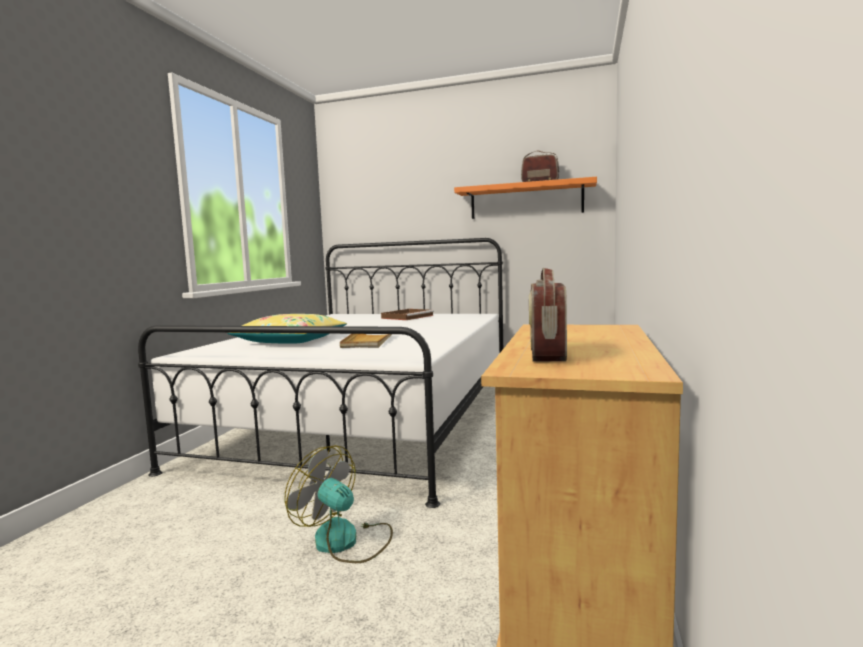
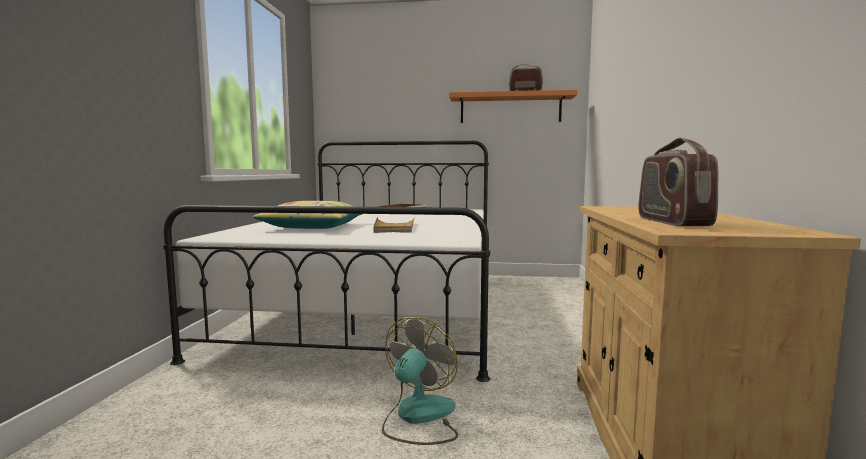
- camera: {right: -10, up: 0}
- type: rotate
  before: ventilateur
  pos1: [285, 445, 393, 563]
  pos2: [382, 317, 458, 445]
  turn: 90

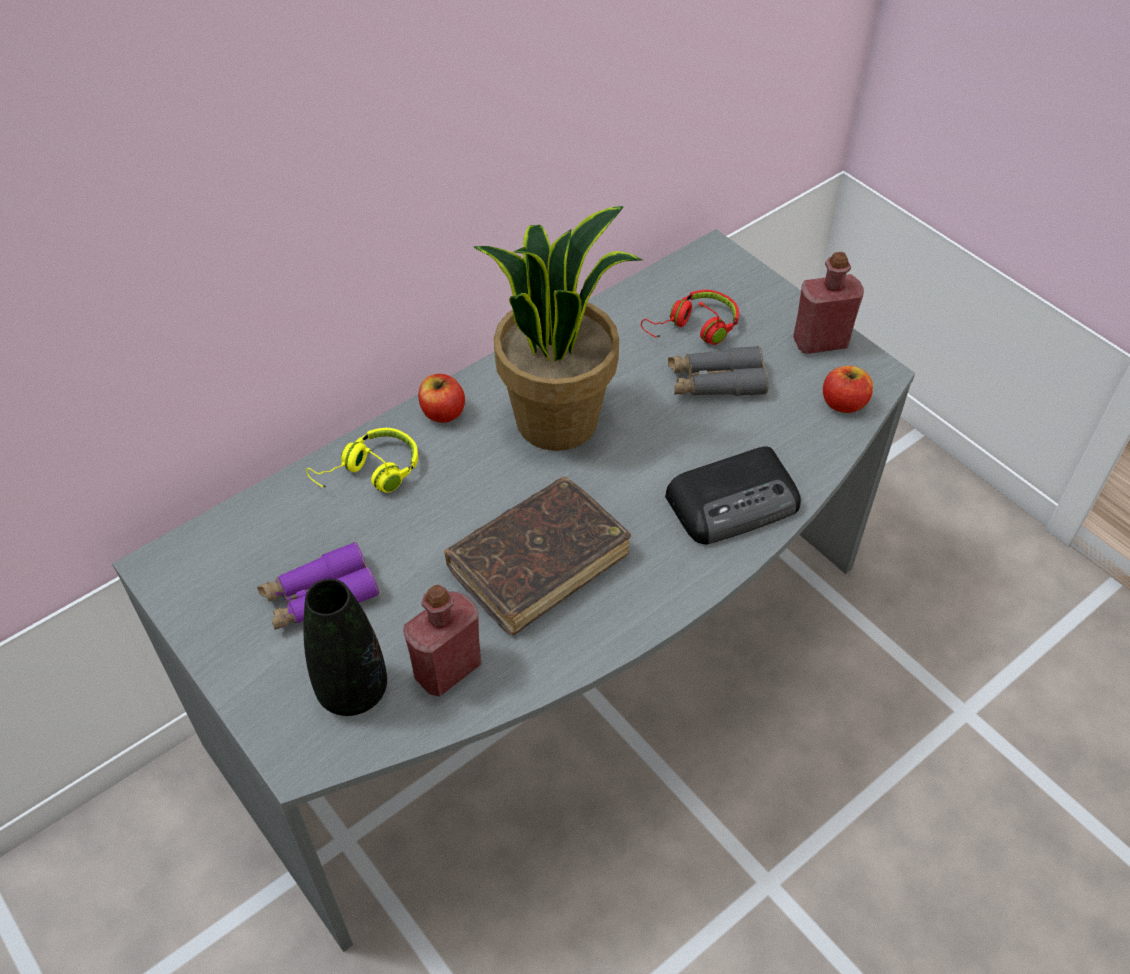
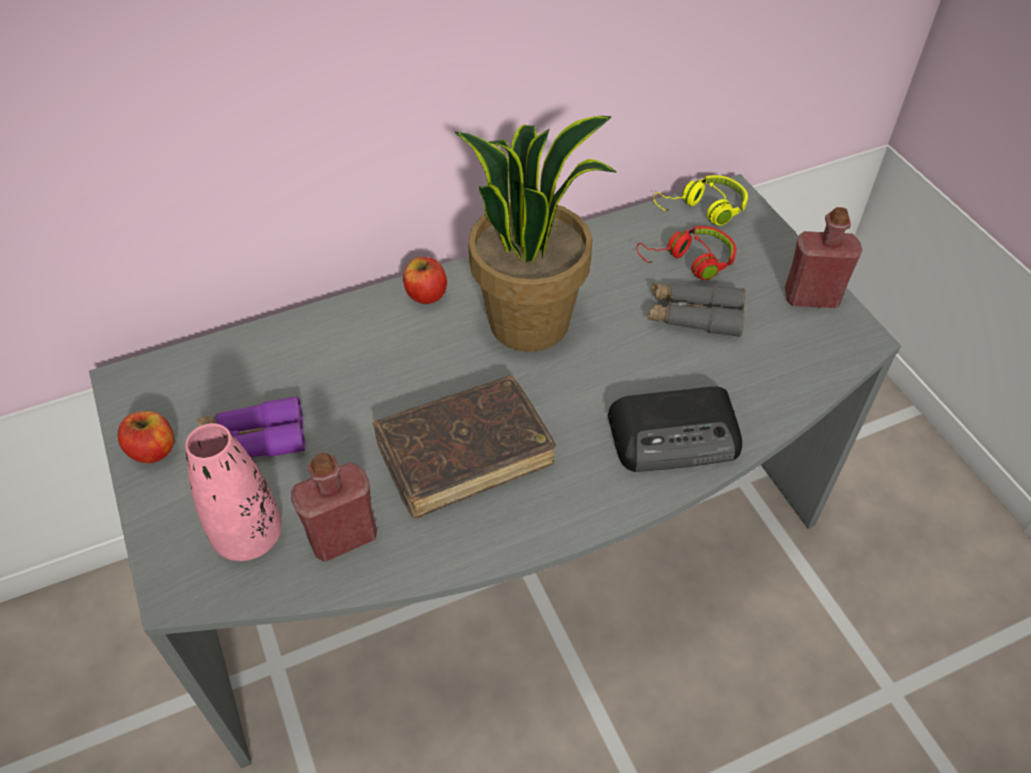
- camera: {right: 15, up: 0}
- type: move
  before: pomme
  pos1: [823, 366, 873, 413]
  pos2: [118, 411, 174, 463]
- type: move
  before: casque audio [jaune]
  pos1: [306, 428, 418, 493]
  pos2: [653, 175, 748, 225]
- type: recolor
  before: vase [noir]
  after: vase [rose]
  pos1: [303, 579, 387, 716]
  pos2: [185, 423, 282, 561]

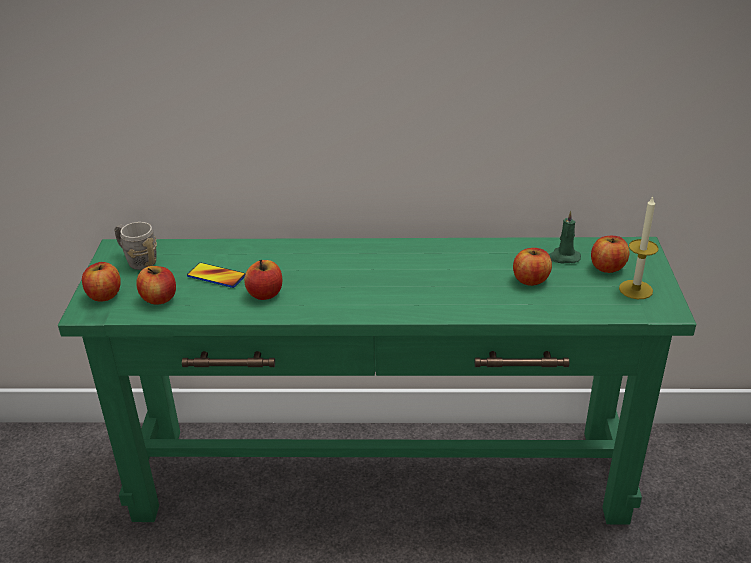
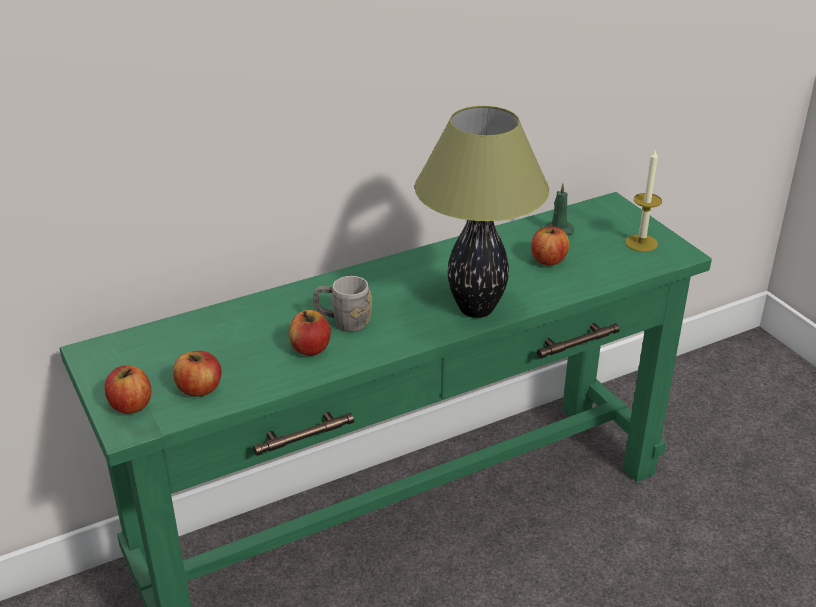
- camera: {right: -30, up: 0}
- type: move
  before: mug [gris]
  pos1: [115, 222, 157, 270]
  pos2: [313, 276, 372, 332]
- type: delete
  before: pomme
  pos1: [591, 236, 629, 273]
- type: delete
  before: téléphone
  pos1: [187, 263, 246, 288]
- type: insert
  after: lampe de table
  pos2: [415, 106, 549, 318]

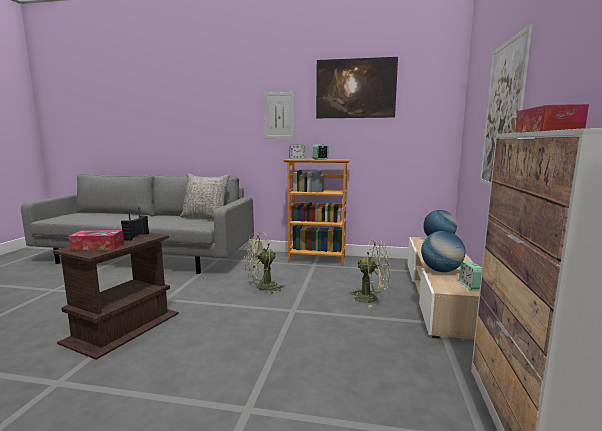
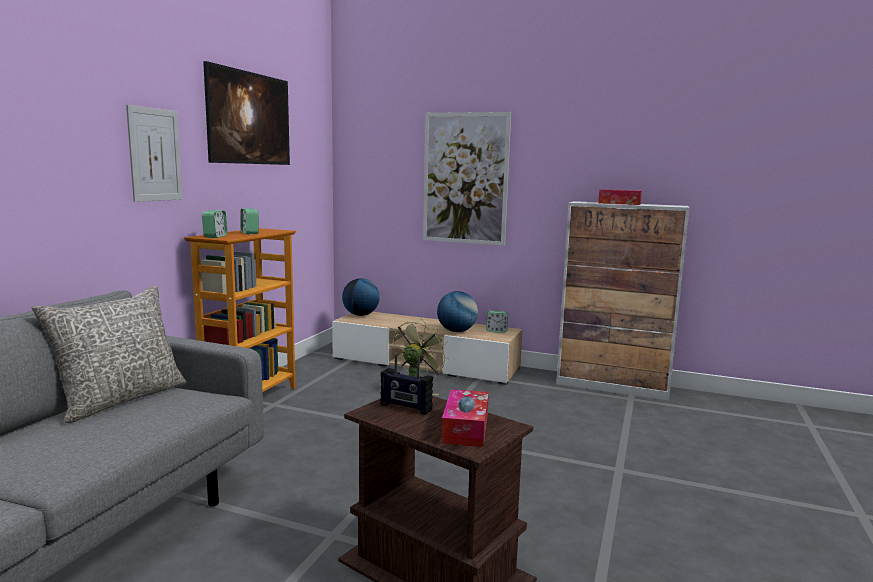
- camera: {right: -80, up: 0}
- type: delete
  before: ventilateur [vert]
  pos1: [245, 232, 282, 294]

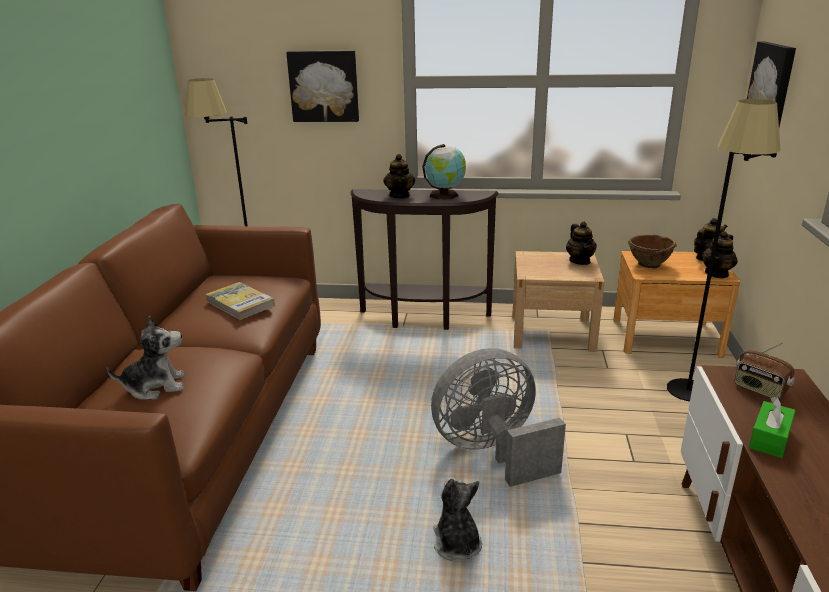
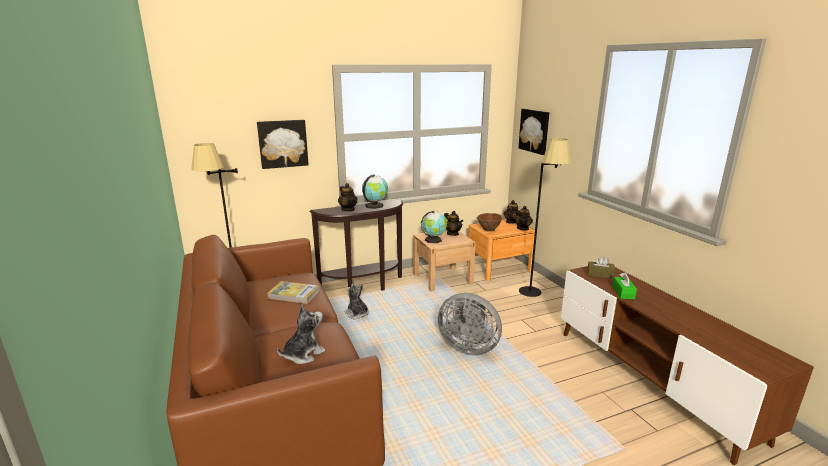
- camera: {right: -30, up: -5}
- type: replace
  before: radio
  after: boîte à mouchoirs [marron]
  pos1: [735, 343, 795, 399]
  pos2: [587, 256, 615, 279]
- type: rotate
  before: ventilateur [gris]
  pos1: [431, 348, 566, 487]
  pos2: [437, 293, 502, 356]
  turn: -105
- type: move
  before: peluche
  pos1: [433, 477, 482, 561]
  pos2: [344, 284, 368, 320]
- type: insert
  after: globe
  pos2: [421, 211, 447, 243]

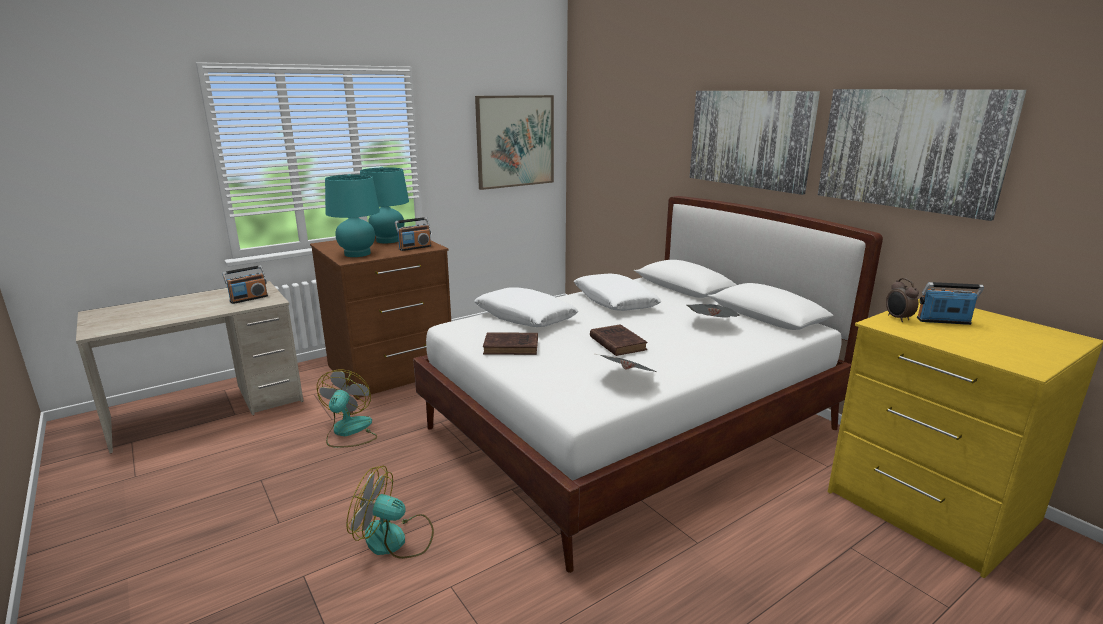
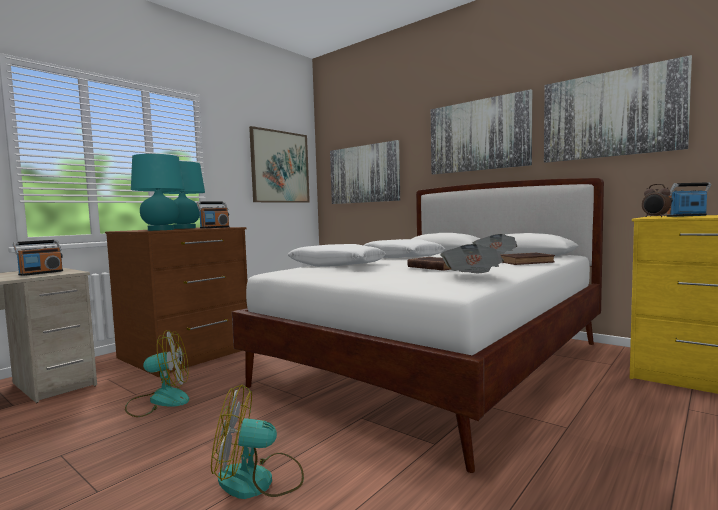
- camera: {right: -15, up: -15}
- type: move
  before: livre [marron]
  pos1: [483, 332, 538, 355]
  pos2: [501, 253, 555, 265]
- type: rotate
  before: ventilateur
  pos1: [317, 370, 377, 448]
  pos2: [125, 330, 189, 417]
  turn: 90
- type: insert
  after: tableau
  pos2: [330, 140, 400, 204]

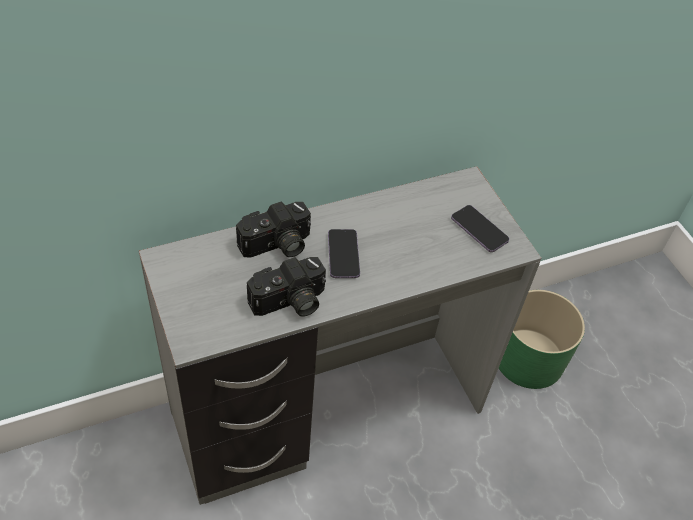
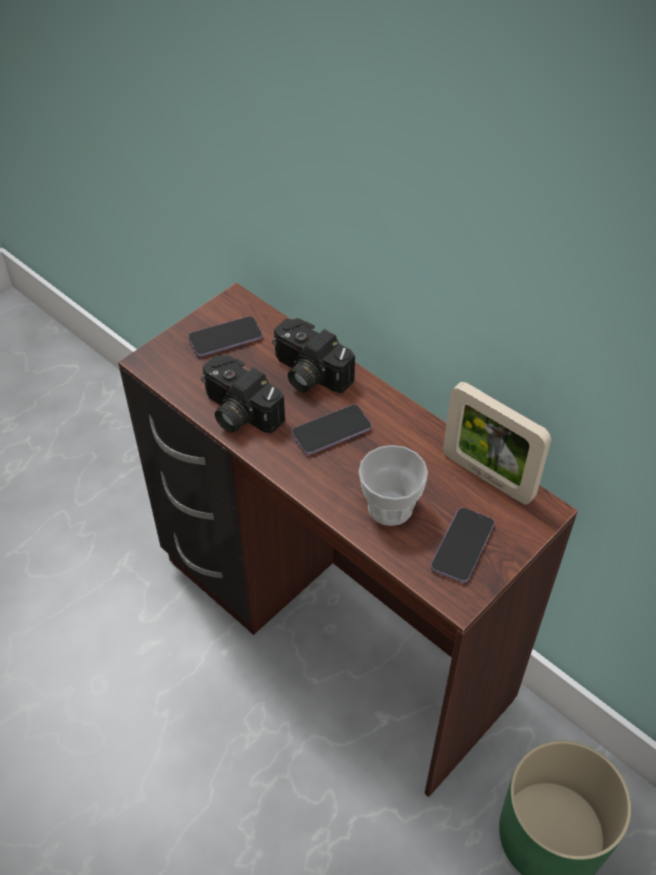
- camera: {right: 70, up: 0}
- type: recolor
  before: bureau [gris]
  after: bureau [marron]
  pos1: [139, 166, 541, 505]
  pos2: [118, 283, 578, 797]
- type: insert
  after: téléphone
  pos2: [188, 316, 263, 357]
- type: insert
  after: cadre photo
  pos2: [443, 382, 551, 504]
- type: insert
  after: tasse
  pos2: [359, 445, 428, 526]

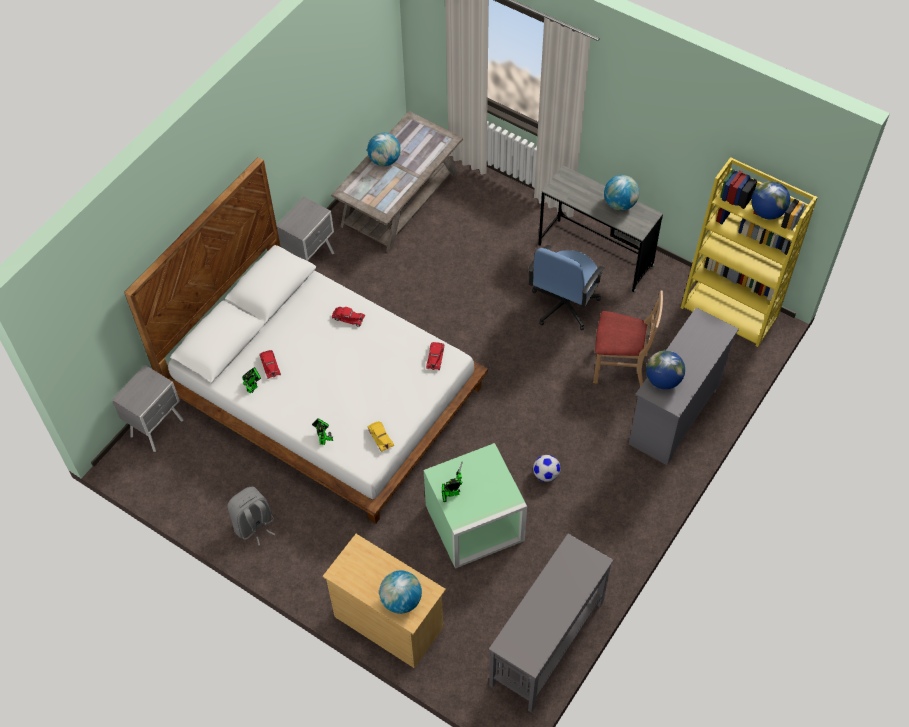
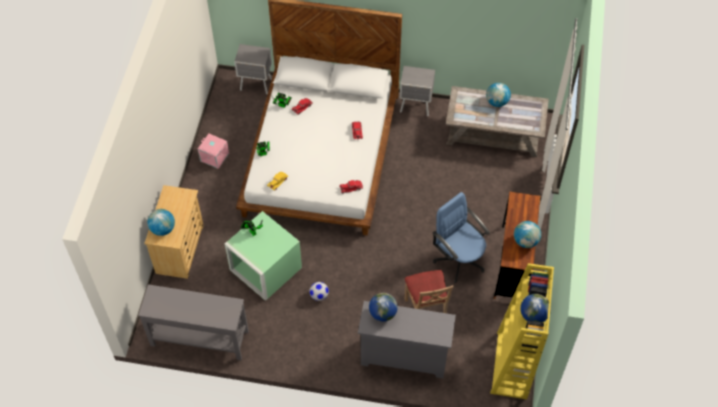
- camera: {right: 65, up: 0}
- type: recolor
  before: bureau [gris]
  after: bureau [marron]
  pos1: [538, 165, 663, 293]
  pos2: [494, 192, 540, 299]
- type: rotate
  before: chaise de bureau [bleu]
  pos1: [528, 245, 605, 330]
  pos2: [433, 192, 490, 283]
  turn: 45
- type: replace
  before: sac à dos [gris]
  after: boîte de rangement [rose]
  pos1: [227, 487, 275, 546]
  pos2: [198, 134, 229, 169]

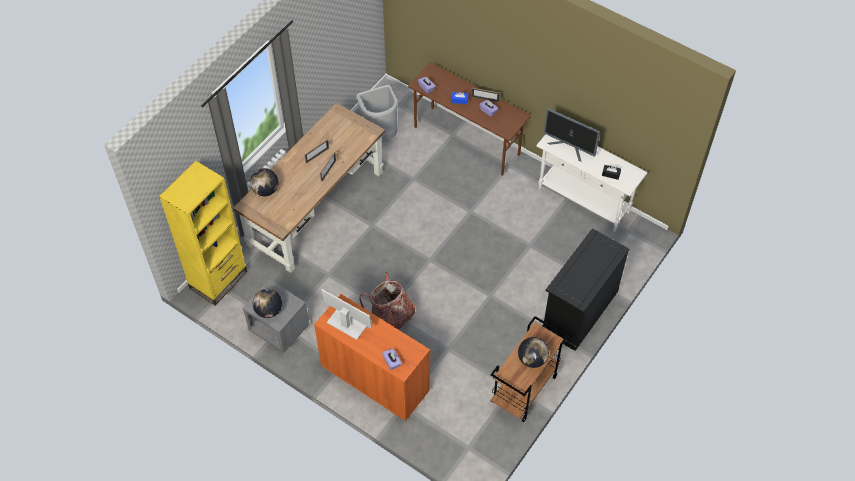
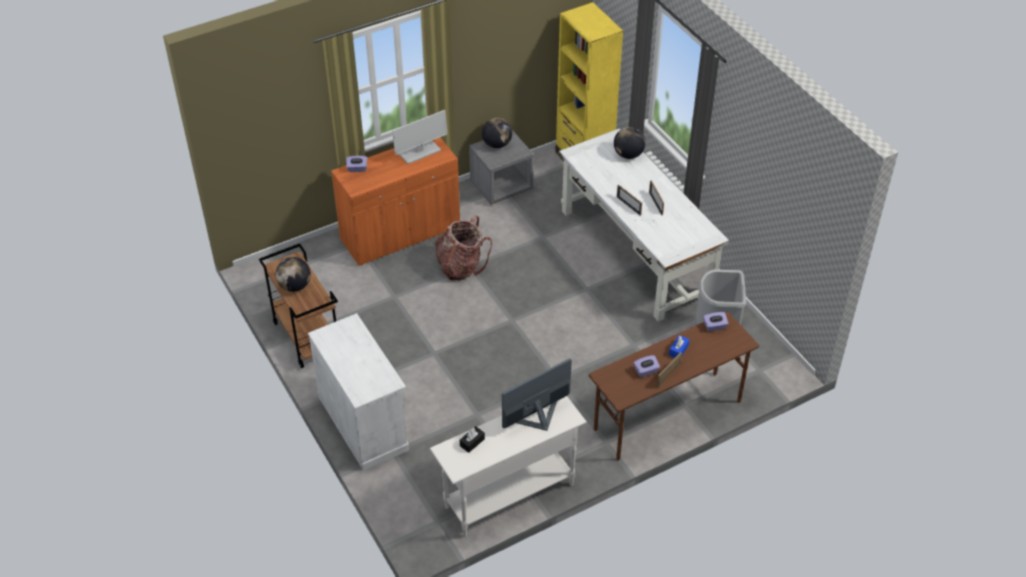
- camera: {right: 115, up: -10}
- type: recolor
  before: bureau [marron]
  after: bureau [blanc]
  pos1: [233, 103, 385, 273]
  pos2: [559, 128, 729, 321]
- type: recolor
  before: meuble de rangement [noir]
  after: meuble de rangement [blanc]
  pos1: [542, 228, 630, 351]
  pos2: [308, 313, 409, 471]

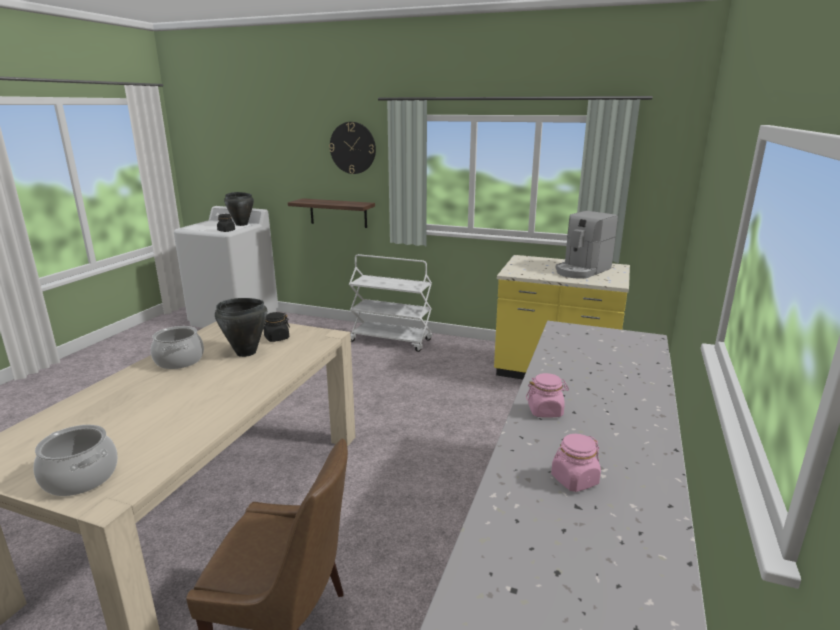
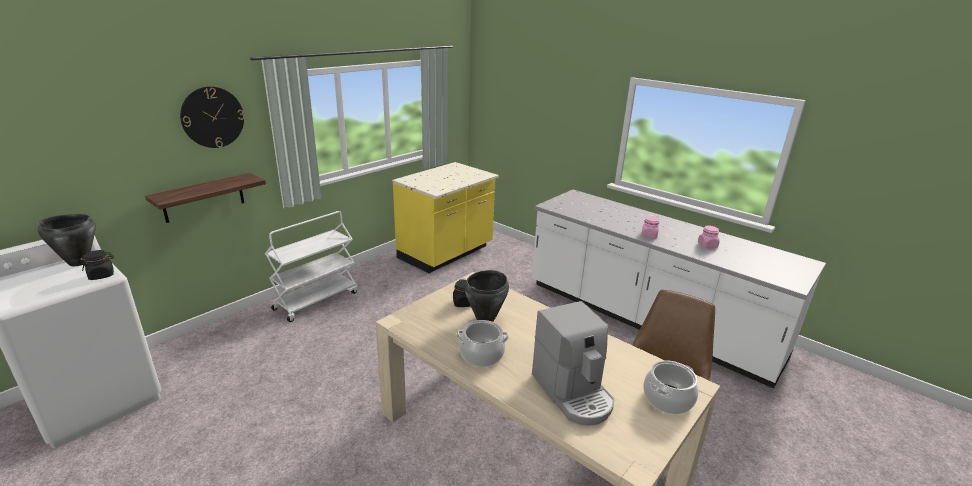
- camera: {right: -70, up: 5}
- type: move
  before: machine à café
  pos1: [555, 211, 618, 279]
  pos2: [532, 301, 615, 425]

